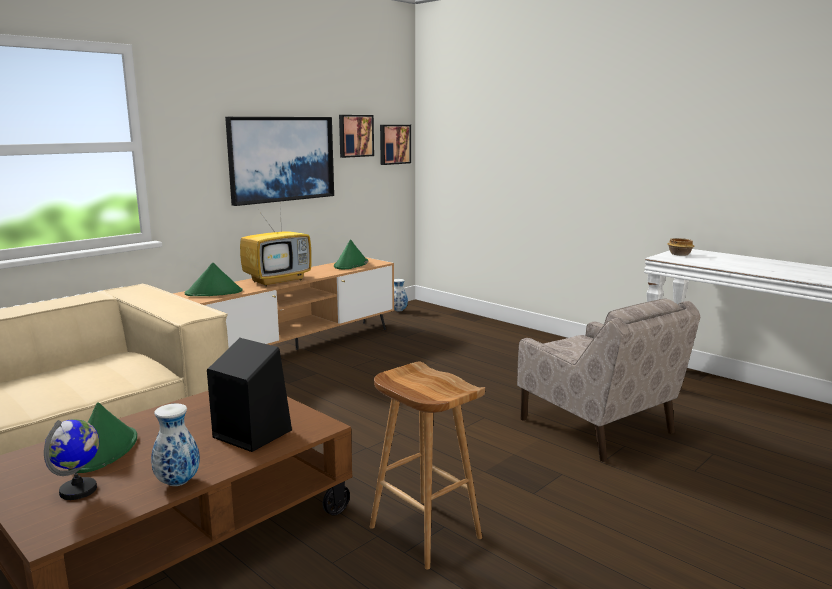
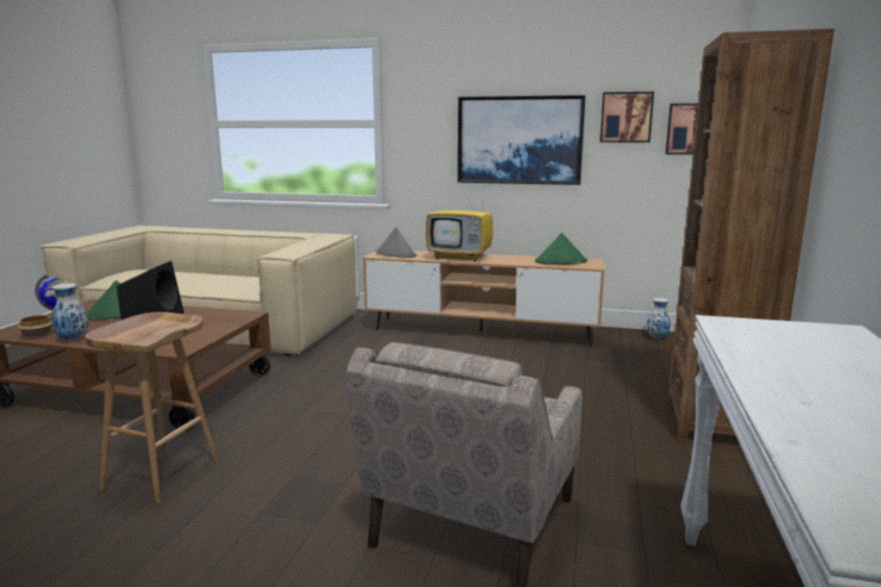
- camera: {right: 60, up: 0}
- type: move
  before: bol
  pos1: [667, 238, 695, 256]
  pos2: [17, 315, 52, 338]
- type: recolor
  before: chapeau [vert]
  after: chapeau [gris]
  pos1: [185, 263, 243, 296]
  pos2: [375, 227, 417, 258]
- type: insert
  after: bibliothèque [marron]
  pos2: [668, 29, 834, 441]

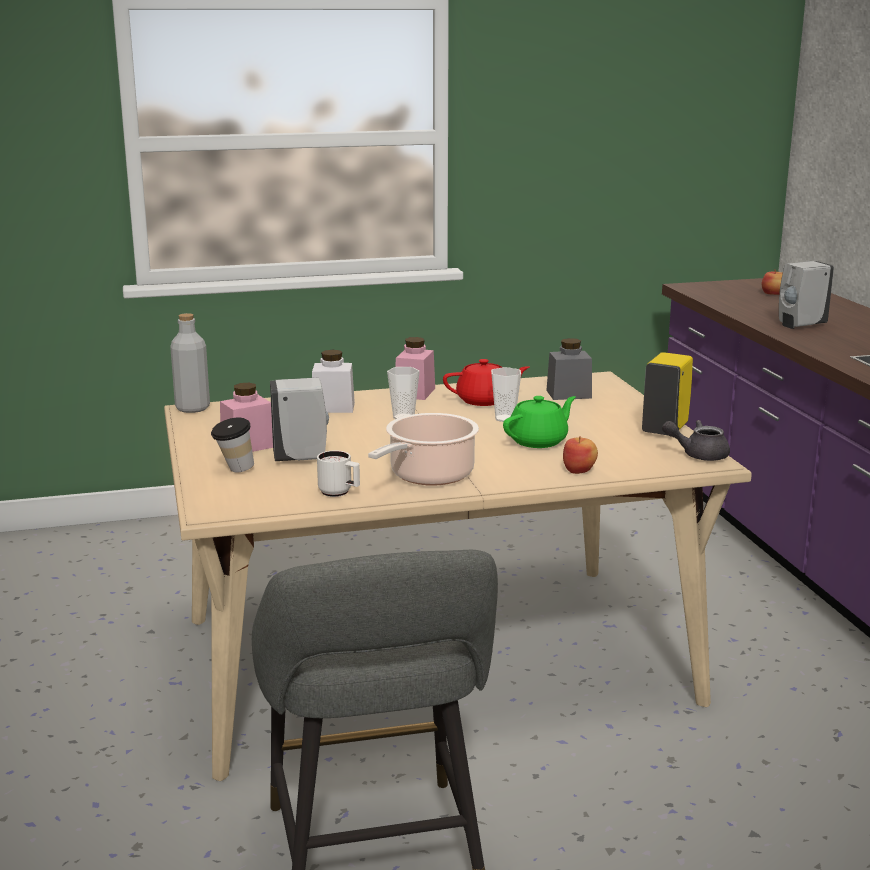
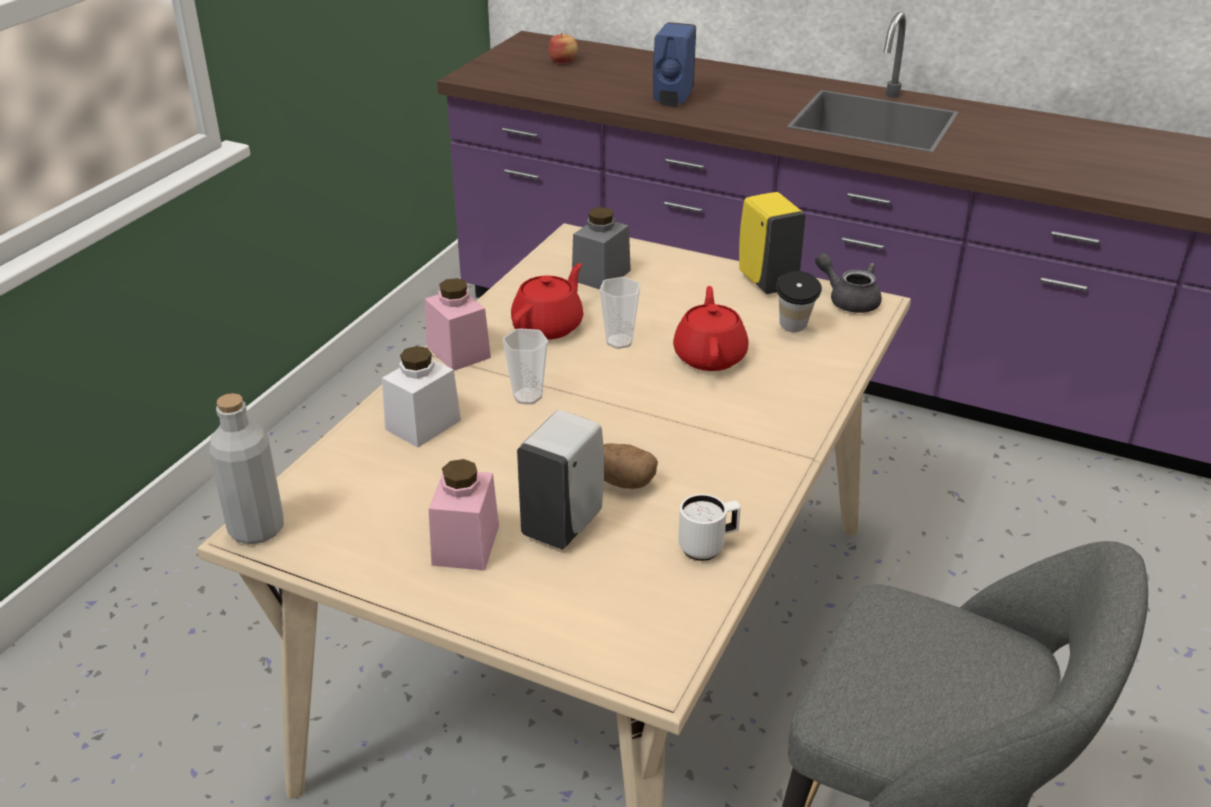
- camera: {right: -50, up: 15}
- type: recolor
  before: distributeur de savon [blanc]
  after: distributeur de savon [bleu]
  pos1: [779, 261, 834, 329]
  pos2: [653, 22, 696, 107]
- type: recolor
  before: théière [vert]
  after: théière [rouge]
  pos1: [503, 396, 576, 448]
  pos2: [673, 286, 749, 371]
- type: delete
  before: marmite
  pos1: [368, 413, 479, 486]
- type: move
  before: tasse
  pos1: [211, 417, 254, 472]
  pos2: [776, 271, 822, 332]
- type: rotate
  before: théière [gris]
  pos1: [662, 420, 730, 461]
  pos2: [815, 253, 882, 313]
  turn: 90
- type: delete
  before: pomme
  pos1: [563, 436, 598, 474]
- type: insert
  after: pomme de terre
  pos2: [603, 443, 658, 489]

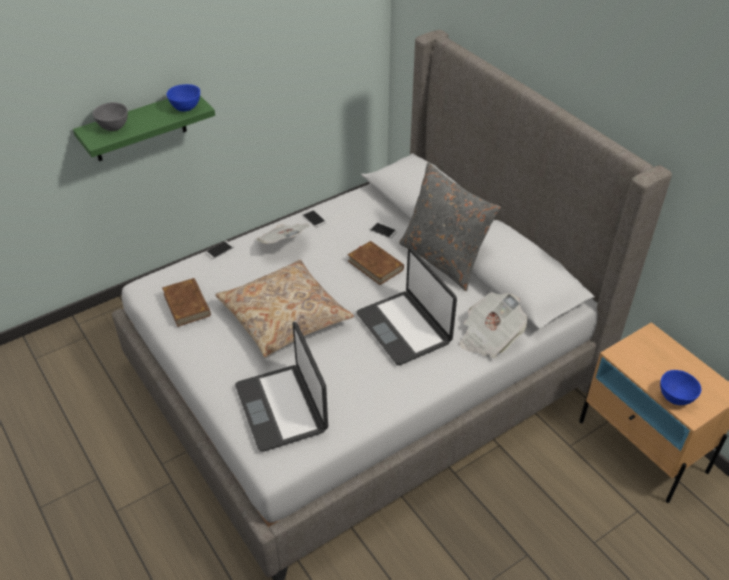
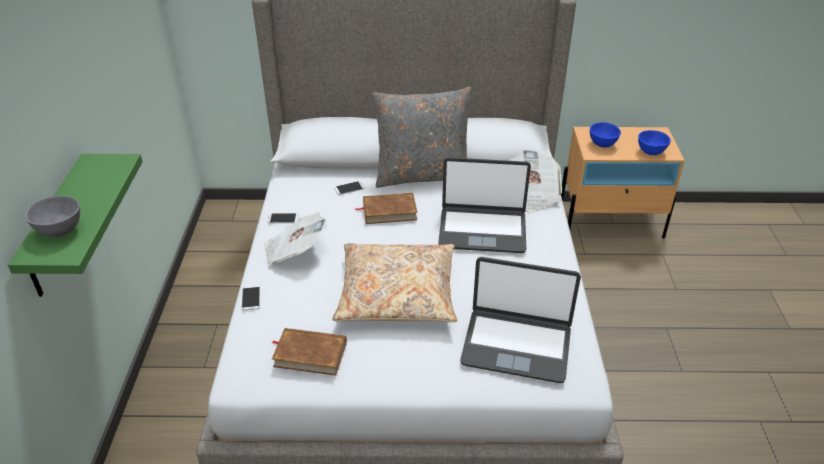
- camera: {right: -55, up: -5}
- type: move
  before: bol [bleu]
  pos1: [167, 84, 200, 112]
  pos2: [590, 122, 621, 147]

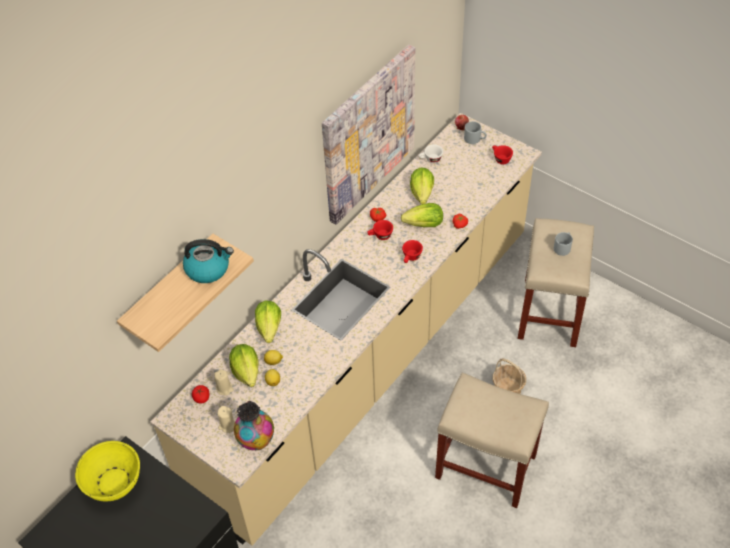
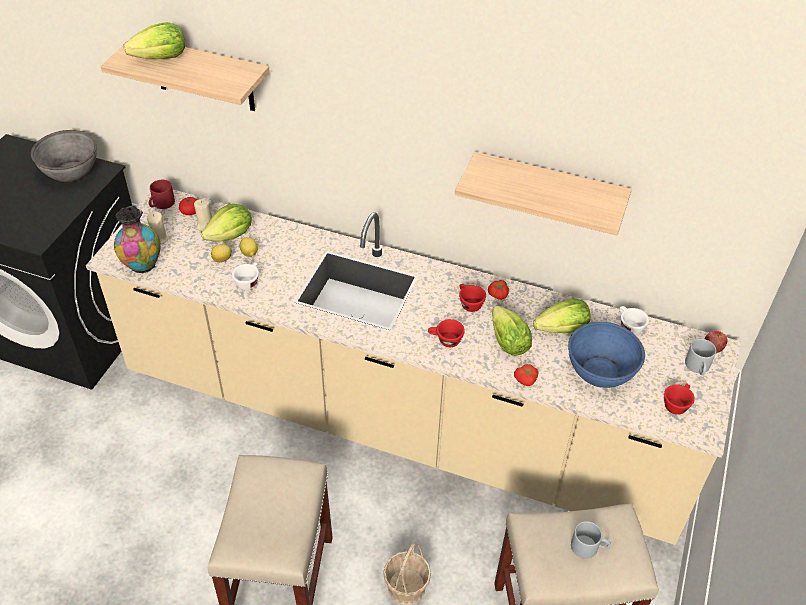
- camera: {right: 70, up: -5}
- type: replace
  before: tableau
  after: étagère
  pos1: [322, 45, 415, 225]
  pos2: [455, 152, 632, 236]
- type: delete
  before: bouilloire
  pos1: [183, 239, 234, 283]
- type: move
  before: laitue
  pos1: [255, 301, 281, 343]
  pos2: [124, 22, 185, 59]
- type: recolor
  before: bol [jaune]
  after: bol [gris]
  pos1: [75, 441, 140, 502]
  pos2: [31, 130, 97, 182]
- type: insert
  after: mug [rouge]
  pos2: [149, 180, 175, 209]
- type: insert
  after: tasse [blanc]
  pos2: [232, 262, 259, 290]
- type: insert
  after: bol [bleu]
  pos2: [568, 322, 645, 388]

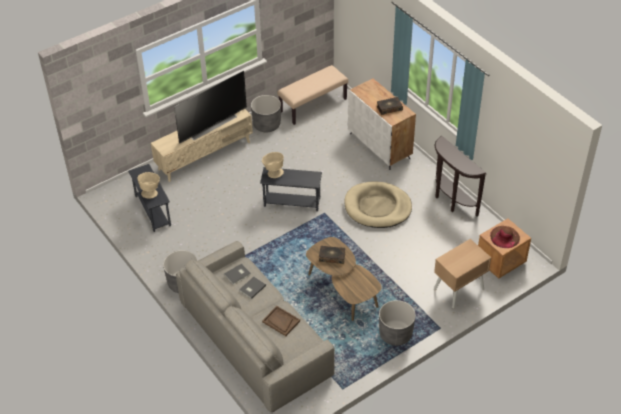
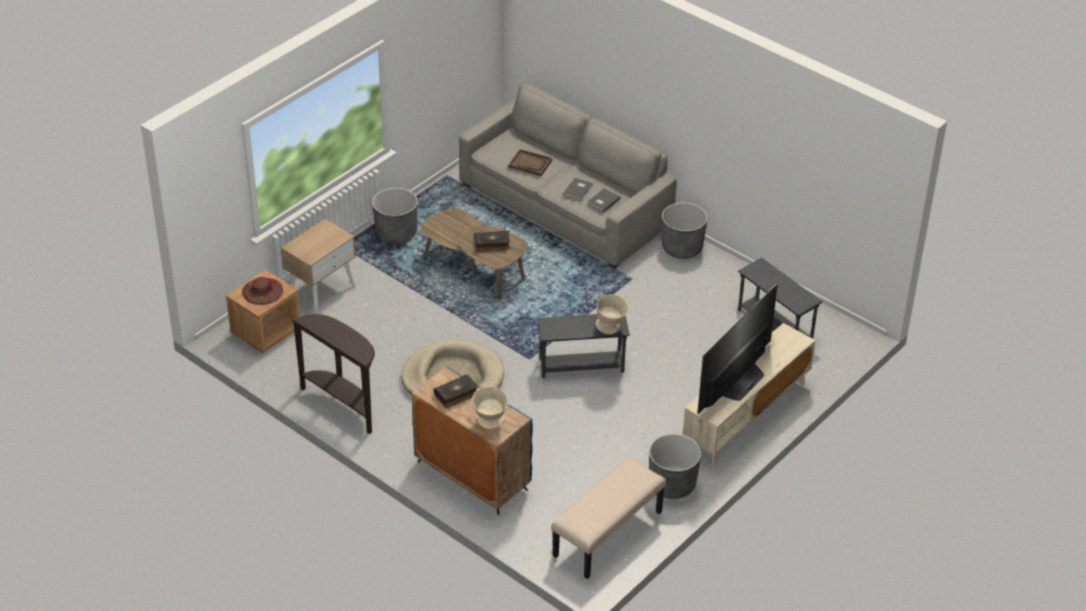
- camera: {right: 165, up: -5}
- type: recolor
  before: meuble de rangement [blanc]
  after: meuble de rangement [bleu]
  pos1: [348, 79, 416, 170]
  pos2: [412, 366, 533, 515]
- type: move
  before: bol [beige]
  pos1: [137, 172, 160, 198]
  pos2: [471, 386, 508, 429]

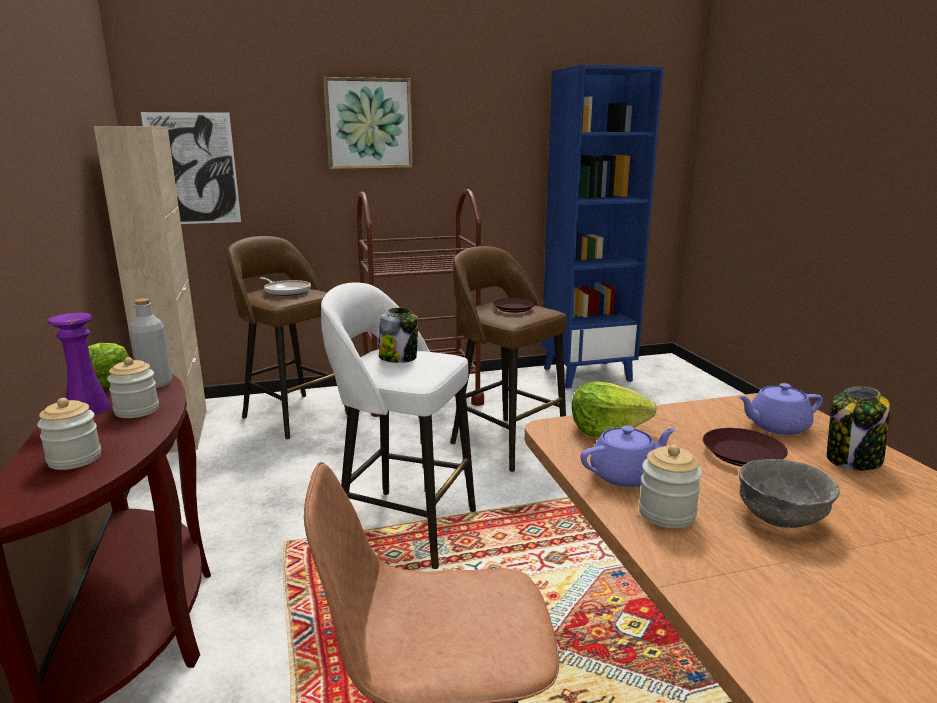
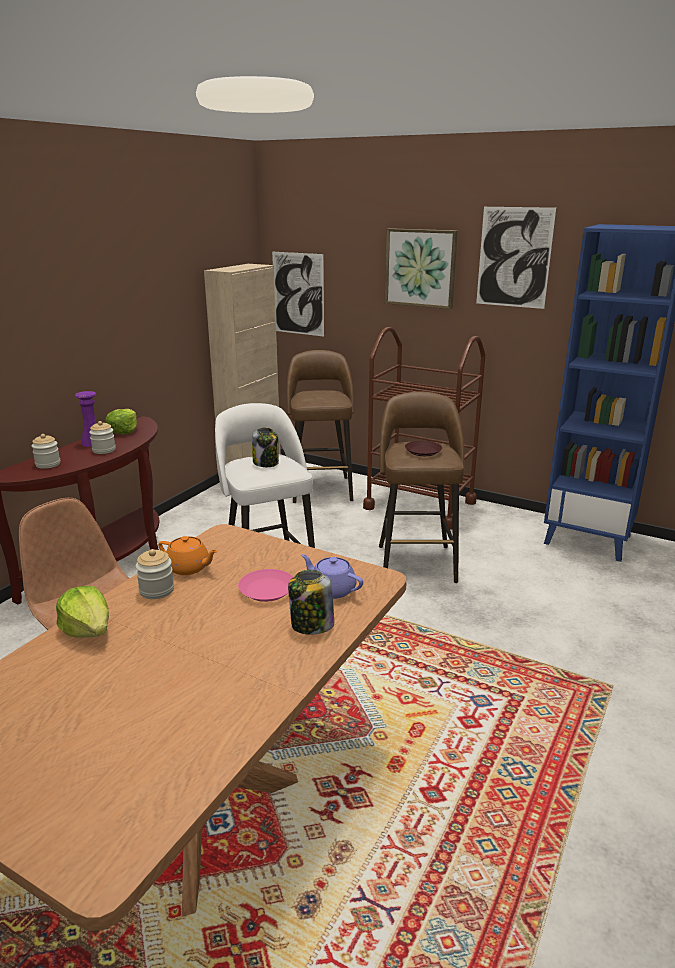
- camera: {right: 45, up: 5}
- type: delete
  before: poêle
  pos1: [260, 277, 311, 296]
- type: delete
  before: bouteille [gris]
  pos1: [129, 298, 172, 389]
- type: move
  before: laitue
  pos1: [572, 381, 657, 438]
  pos2: [56, 585, 109, 638]
- type: recolor
  before: théière [violet]
  after: théière [orange]
  pos1: [581, 426, 676, 487]
  pos2: [158, 536, 218, 575]
- type: recolor
  before: assiette [marron]
  after: assiette [rose]
  pos1: [703, 428, 788, 467]
  pos2: [238, 569, 293, 602]
- type: delete
  before: bol [gris]
  pos1: [739, 459, 840, 528]
- type: insert
  after: tableau
  pos2: [476, 207, 556, 309]

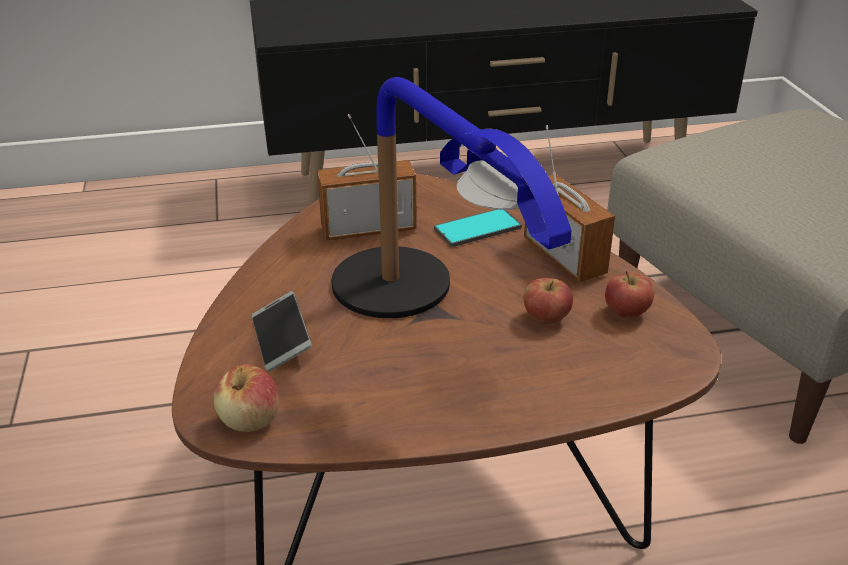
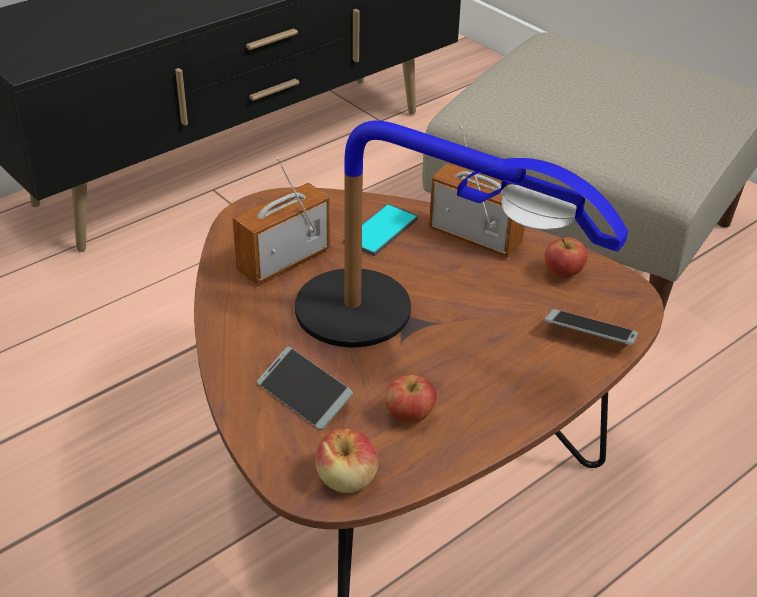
- camera: {right: -30, up: 5}
- type: move
  before: pomme
  pos1: [524, 278, 573, 324]
  pos2: [385, 375, 437, 424]
- type: insert
  after: téléphone
  pos2: [544, 309, 638, 345]

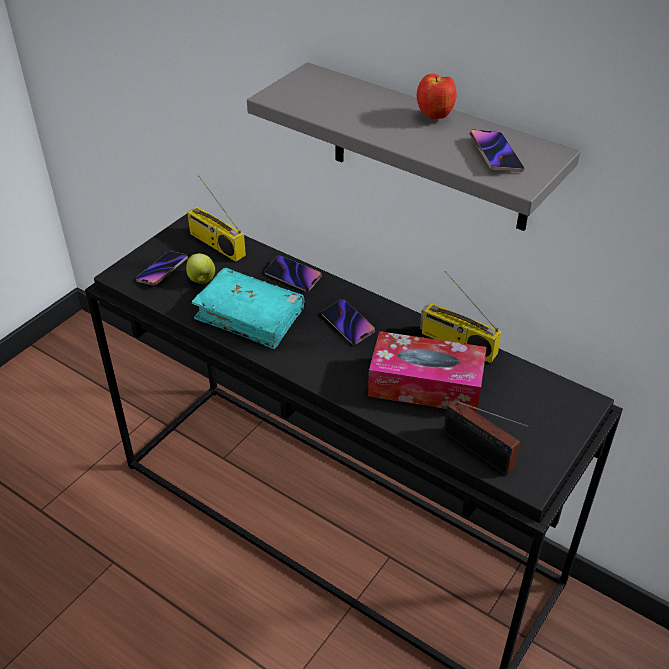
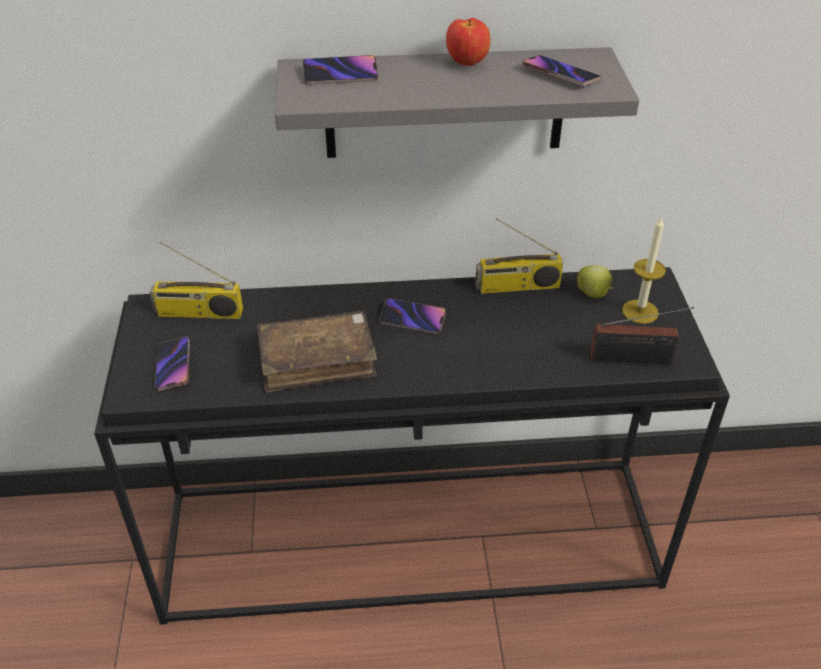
- camera: {right: -40, up: 0}
- type: move
  before: pomme
  pos1: [186, 253, 215, 284]
  pos2: [577, 265, 613, 298]
- type: move
  before: téléphone
  pos1: [264, 256, 322, 292]
  pos2: [303, 55, 378, 85]
- type: recolor
  before: livre [turquoise]
  after: livre [marron]
  pos1: [192, 268, 304, 349]
  pos2: [257, 311, 377, 393]
- type: delete
  before: boîte à mouchoirs
  pos1: [368, 331, 487, 413]
- type: insert
  after: bougie
  pos2: [622, 216, 666, 324]

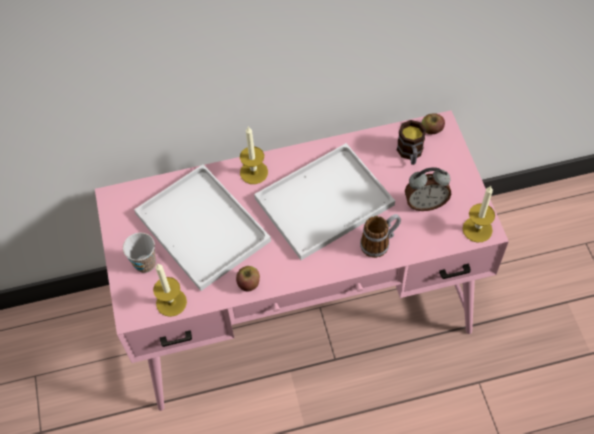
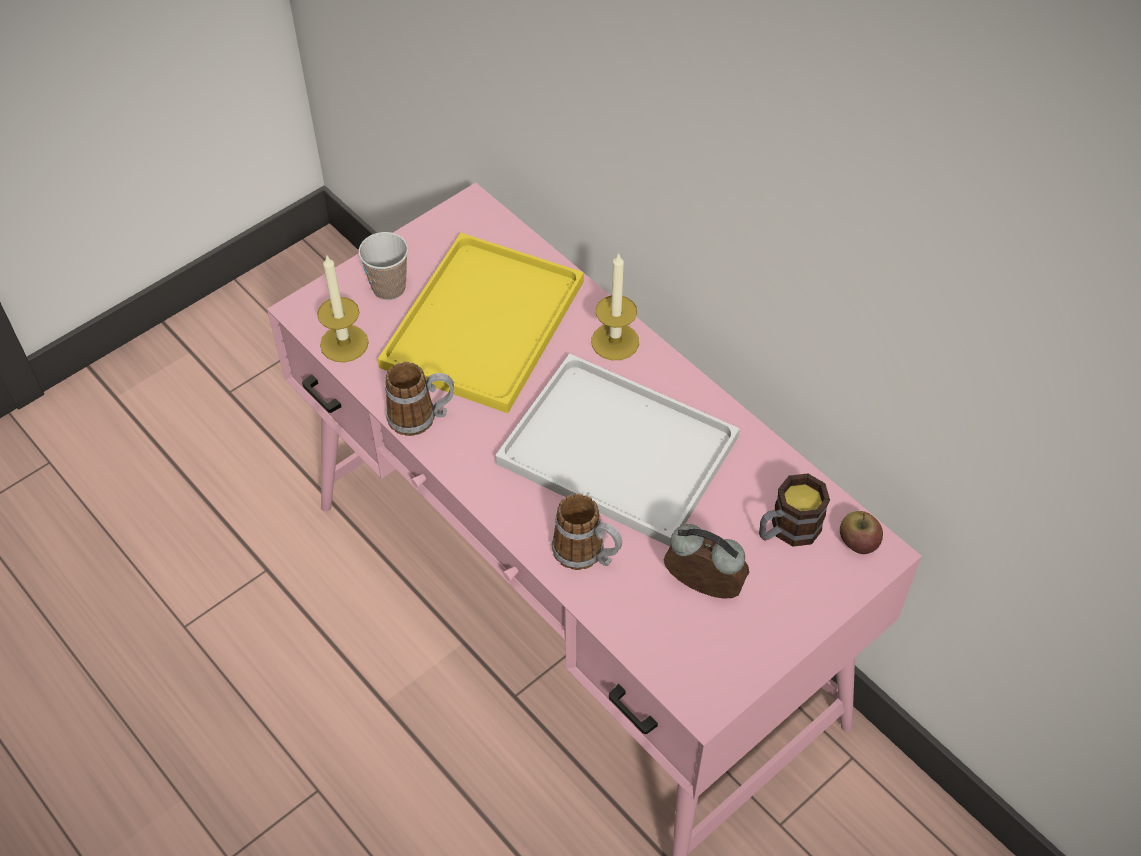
- camera: {right: 60, up: -5}
- type: recolor
  before: plateau [blanc]
  after: plateau [jaune]
  pos1: [134, 164, 271, 291]
  pos2: [378, 233, 584, 413]
- type: rotate
  before: réveil
  pos1: [405, 167, 451, 211]
  pos2: [663, 524, 749, 599]
  turn: 150
- type: delete
  before: bougie
  pos1: [462, 186, 495, 243]
- type: replace
  before: pomme
  after: mug
  pos1: [236, 266, 260, 291]
  pos2: [385, 362, 454, 436]

